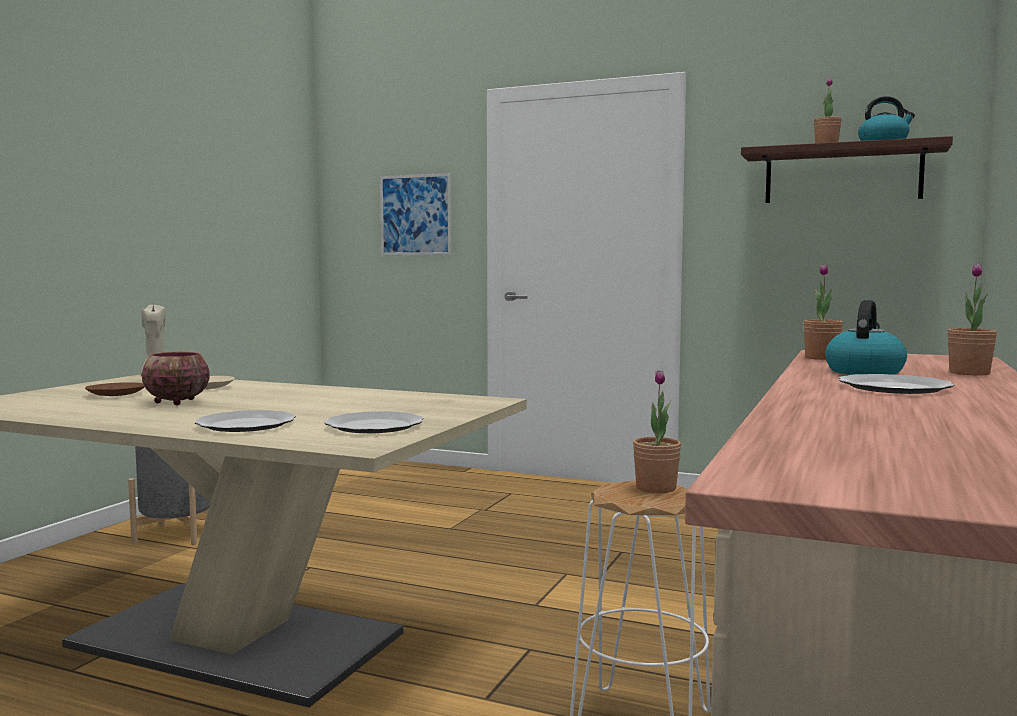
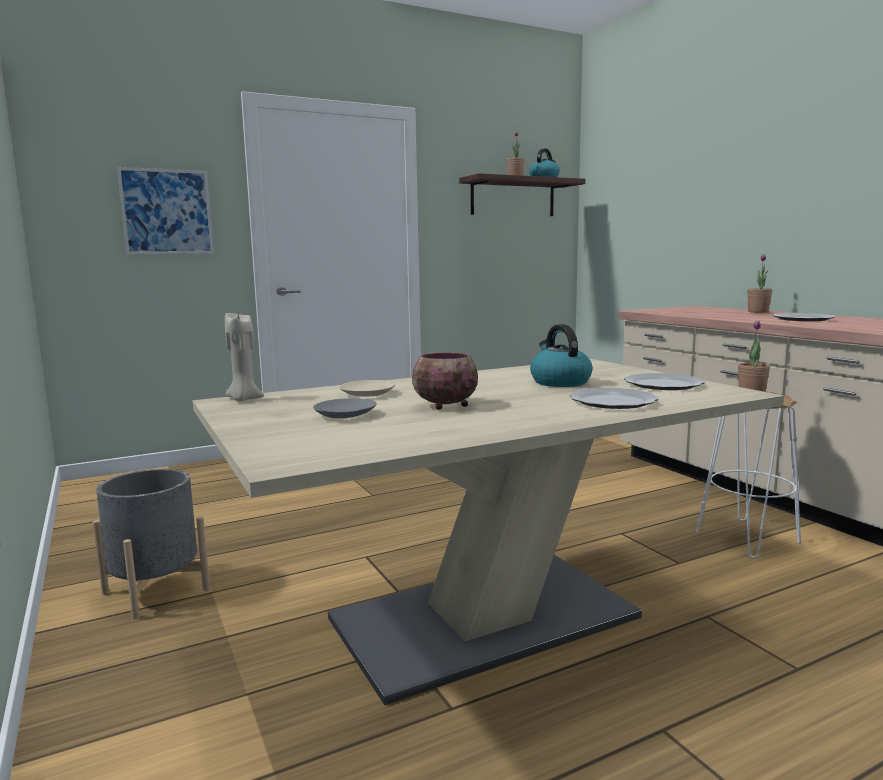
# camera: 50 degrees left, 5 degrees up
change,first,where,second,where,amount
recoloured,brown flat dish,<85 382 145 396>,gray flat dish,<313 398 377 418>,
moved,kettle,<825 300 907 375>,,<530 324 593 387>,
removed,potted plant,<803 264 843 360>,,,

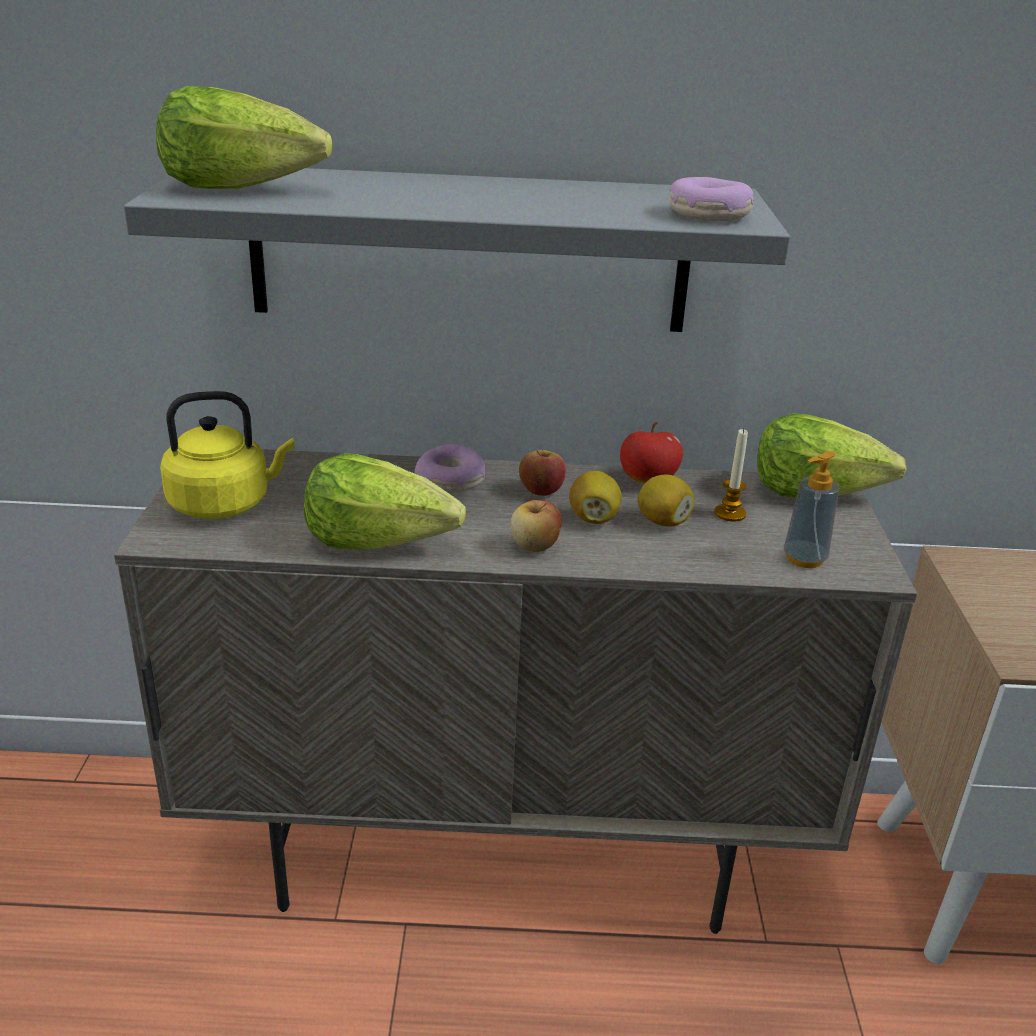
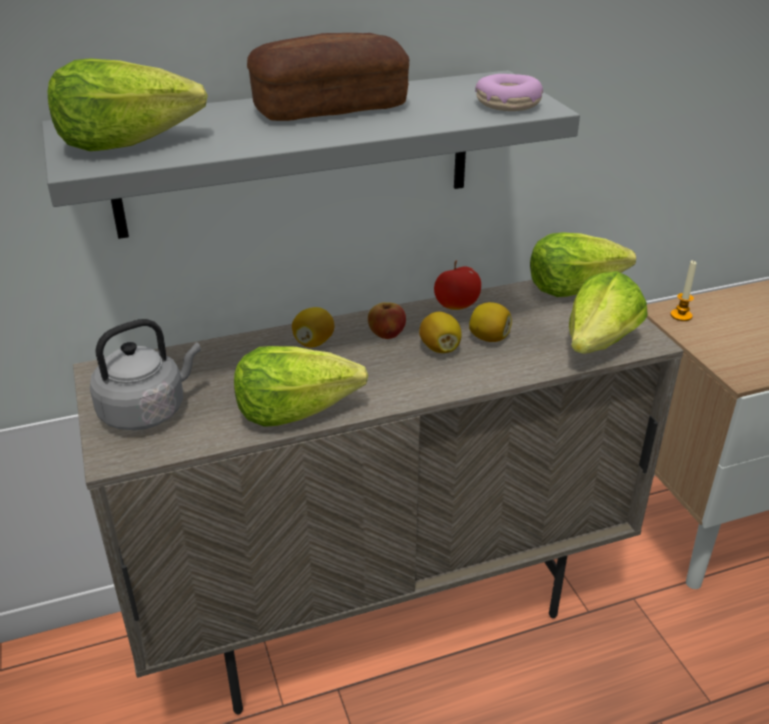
# camera: 20 degrees left, 5 degrees up
change,first,where,second,where,amount
recoloured,yellow-coloured kettle,<160 391 295 519>,gray kettle,<90 319 201 430>,
added,,,bread,<247 33 409 121>,
replaced,doughnut,<415 444 486 492>,citrus fruit,<292 307 335 348>,
replaced,soap dispenser,<784 451 840 568>,lettuce head,<569 271 648 354>,
moved,wax candle,<714 429 748 521>,,<670 260 697 321>,
removed,apple fruit,<510 500 562 552>,,,

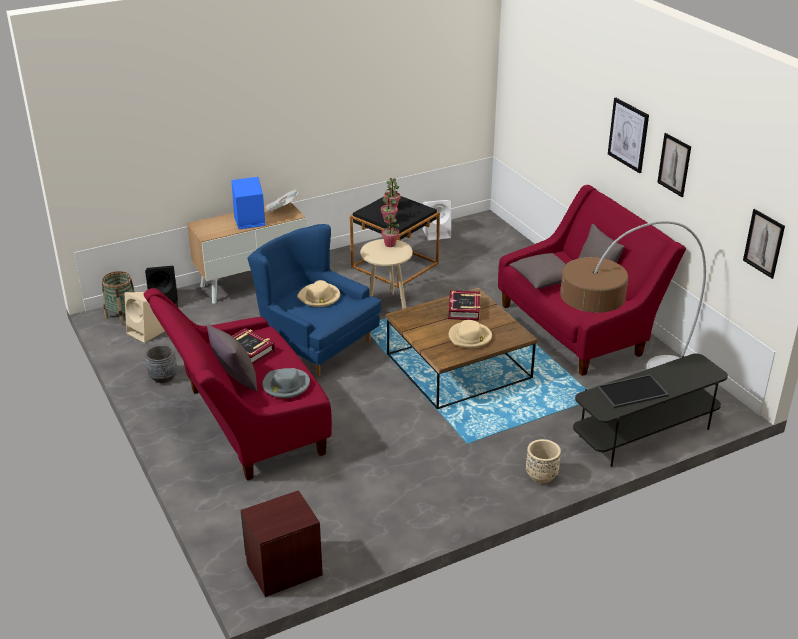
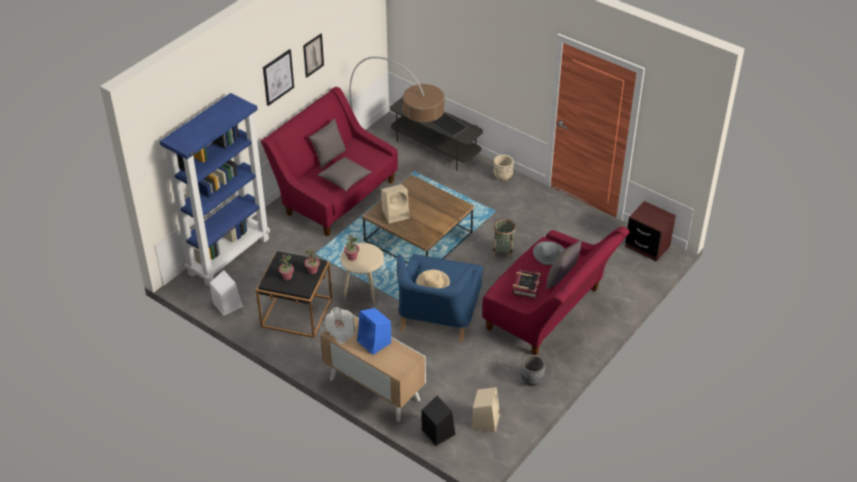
# camera: 115 degrees left, 10 degrees up
change,first,where,second,where,amount
added,,,bluish bookcase,<160 93 270 287>,
replaced,volume,<448 290 481 321>,sand-coloured loudspeaker,<381 184 409 224>,
moved,household basket,<102 271 135 326>,,<492 219 516 260>,
removed,sand-coloured wearable hat,<449 320 492 348>,,,
removed,wall art,<743 209 785 279>,,,

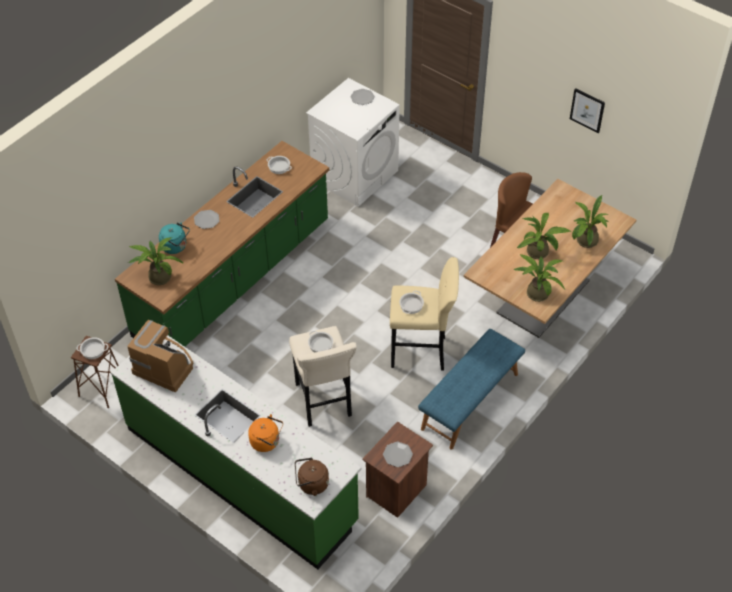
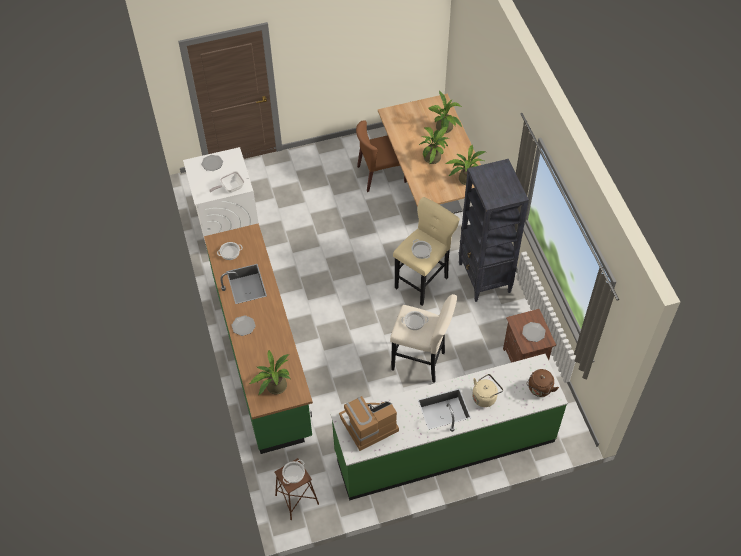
# camera: 55 degrees left, 5 degrees up
change,first,where,second,where,amount
added,,,skillet,<209 171 245 193>,
replaced,bluish indoor bench,<418 329 525 450>,black bookcase,<459 159 529 302>,
recoloured,orange-coloured kettle,<248 414 283 452>,sand-coloured kettle,<472 374 503 407>,
removed,turquoise kettle,<159 223 190 254>,,,
removed,wall art,<570 88 605 133>,,,

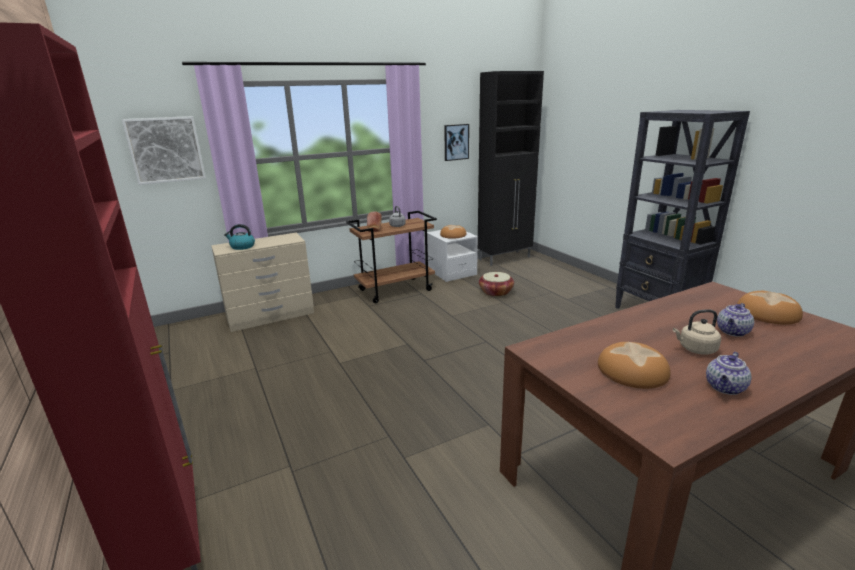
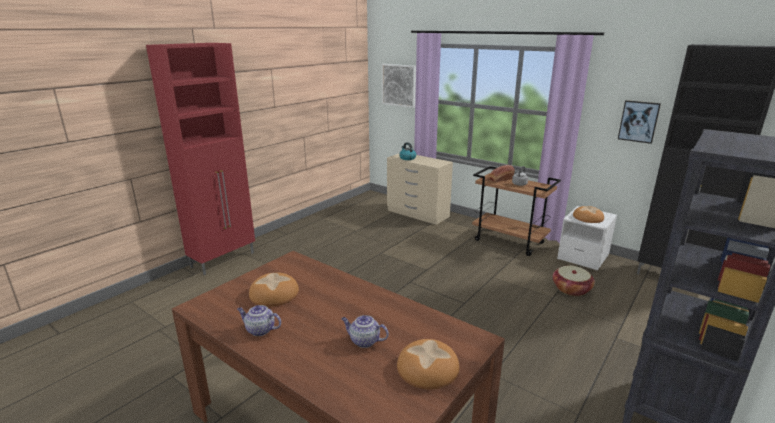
# camera: 65 degrees right, 0 degrees up
change,first,where,second,where,amount
removed,sand-coloured kettle,<673 309 721 355>,,,

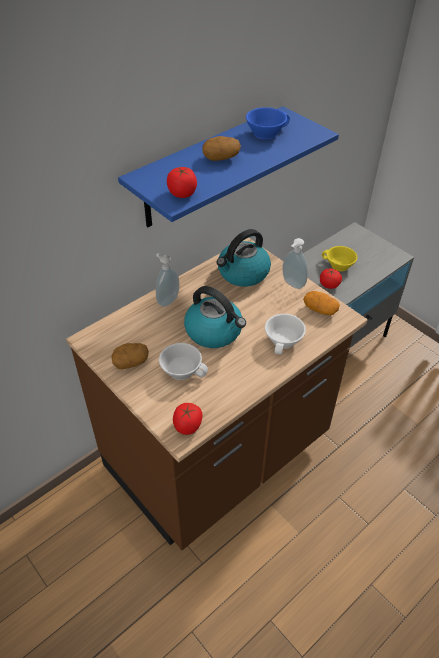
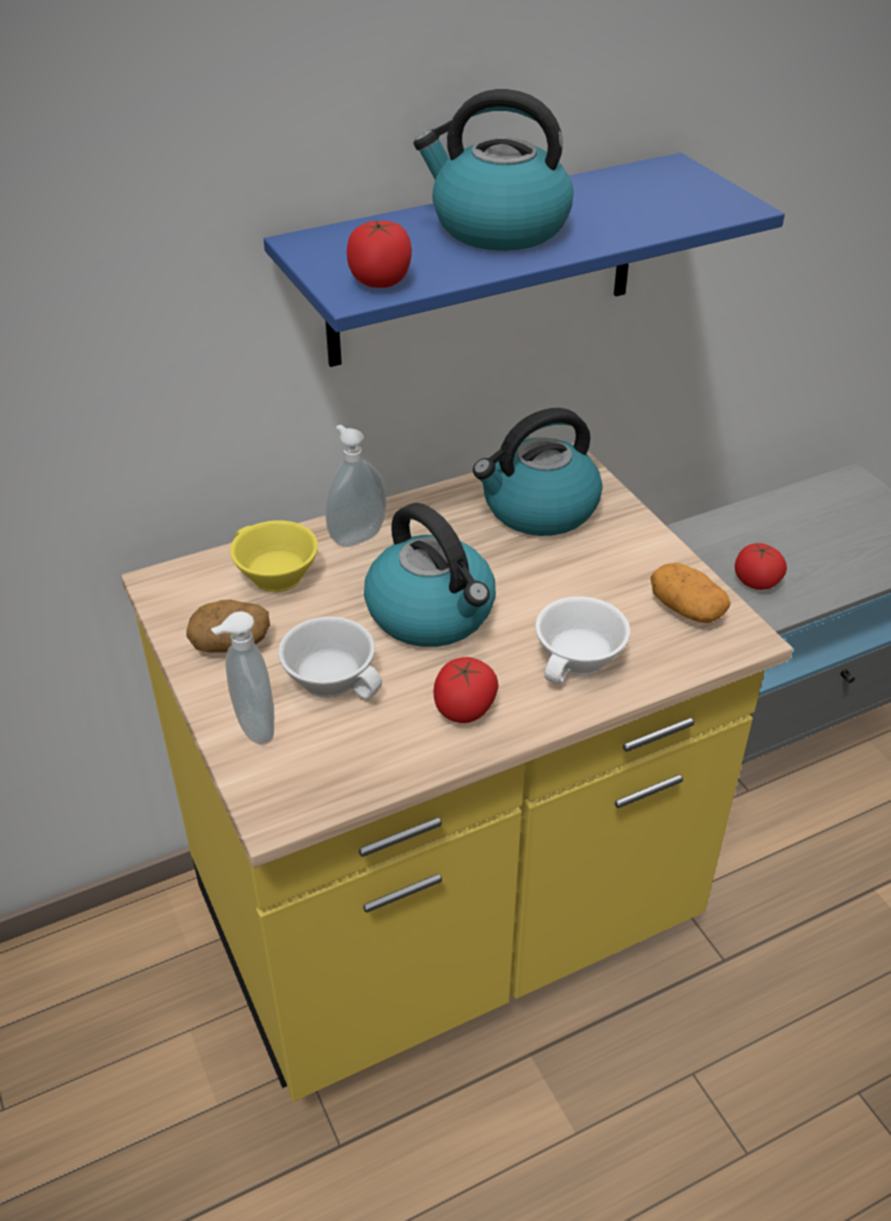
# camera: 15 degrees right, 5 degrees down
change,first,where,second,where,amount
recoloured,brown kitchen base unit,<66 238 367 550>,yellow-coloured kitchen base unit,<121 443 793 1102>,
moved,soap dispenser,<282 238 308 289>,,<211 611 274 745>,
moved,yellow-coloured drinking cup,<322 246 357 271>,,<230 520 318 592>,
replaced,spud,<202 136 241 161>,kettle,<414 89 573 251>,
moved,tomato,<173 403 202 435>,,<434 657 498 723>,
removed,bluish drinking cup,<246 107 290 140>,,,

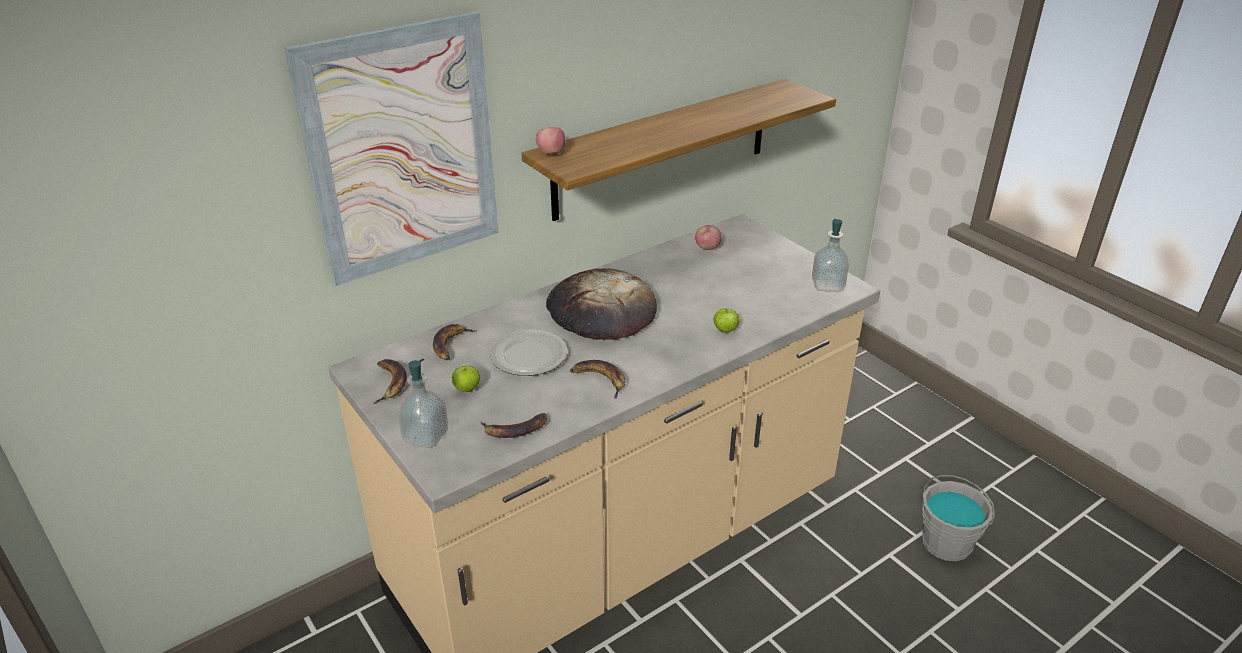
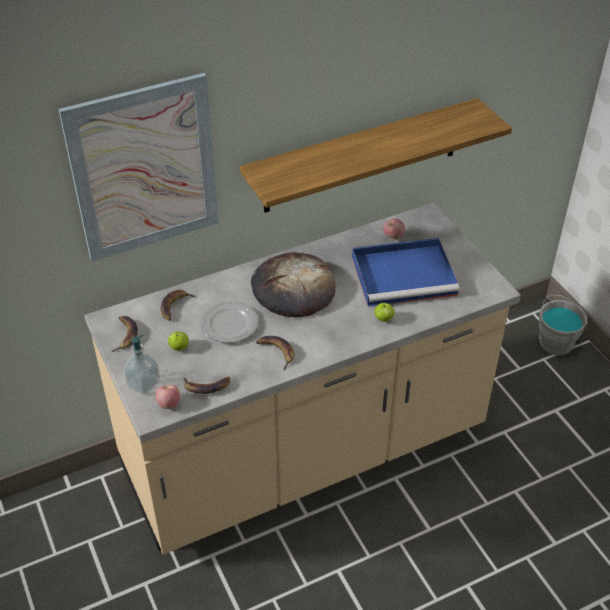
# camera: 10 degrees right, 10 degrees up
change,first,where,second,where,amount
moved,apple fruit,<536 127 566 155>,,<155 385 180 409>,
added,,,bluish carrying tray,<352 238 459 307>,
moved,gray pail,<922 475 995 561>,,<539 295 587 355>,
removed,soap dispenser,<812 219 849 291>,,,

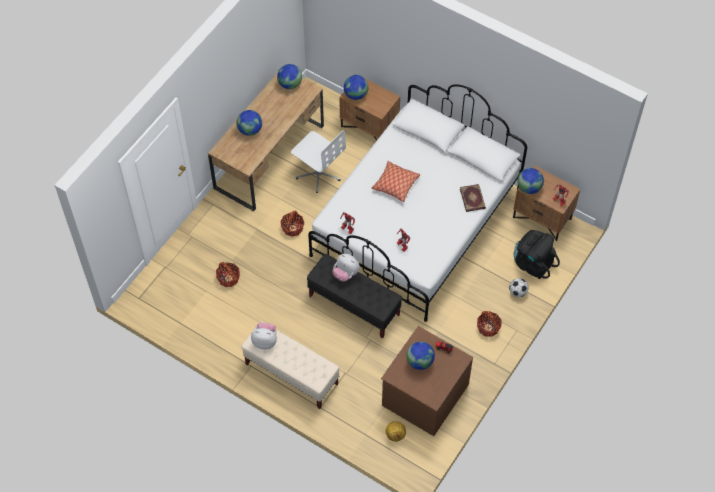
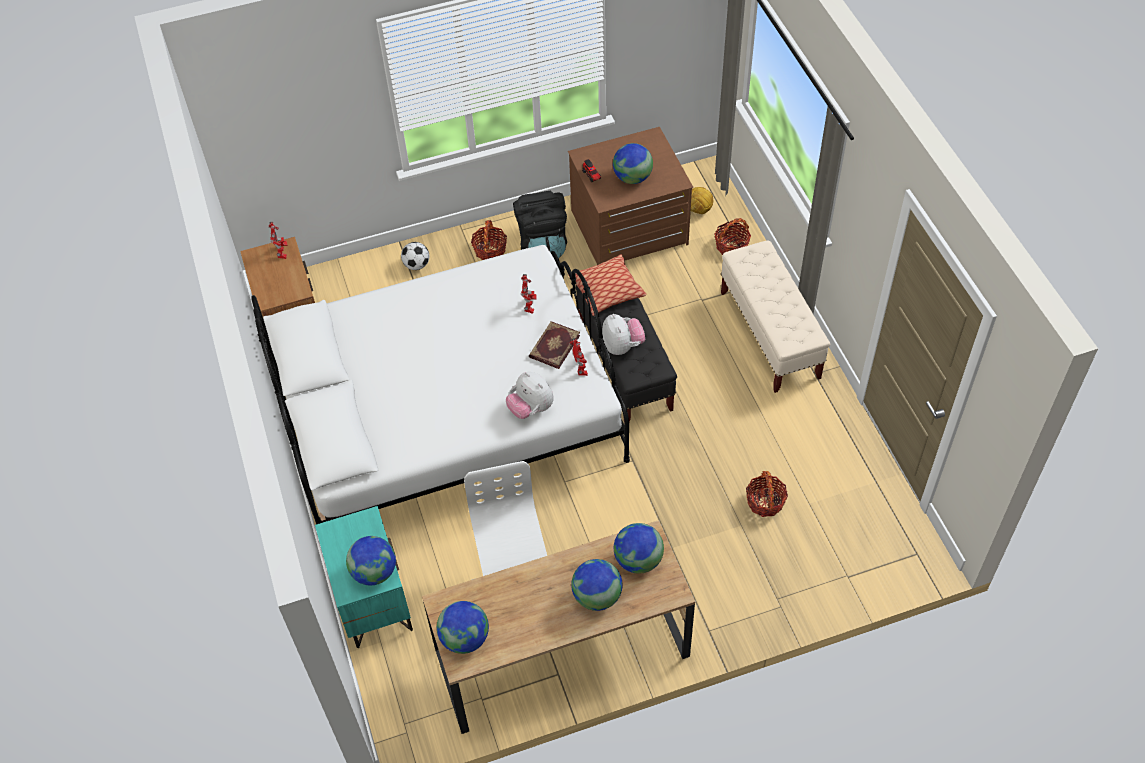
# camera: 140 degrees left, 5 degrees down
change,first,where,second,where,amount
recoloured,brown night table,<339 79 400 141>,turquoise night table,<315 506 413 648>,
moved,plush toy,<251 322 277 349>,,<506 372 554 419>,
moved,black rucksack,<514 230 560 279>,,<513 191 567 258>,
moved,volume,<460 184 486 212>,,<529 321 580 369>,
moved,pillow,<372 161 421 202>,,<569 254 646 316>,
moved,world globe,<518 168 544 194>,,<614 523 664 574>,
moved,household basket,<280 210 304 237>,,<714 218 751 255>,

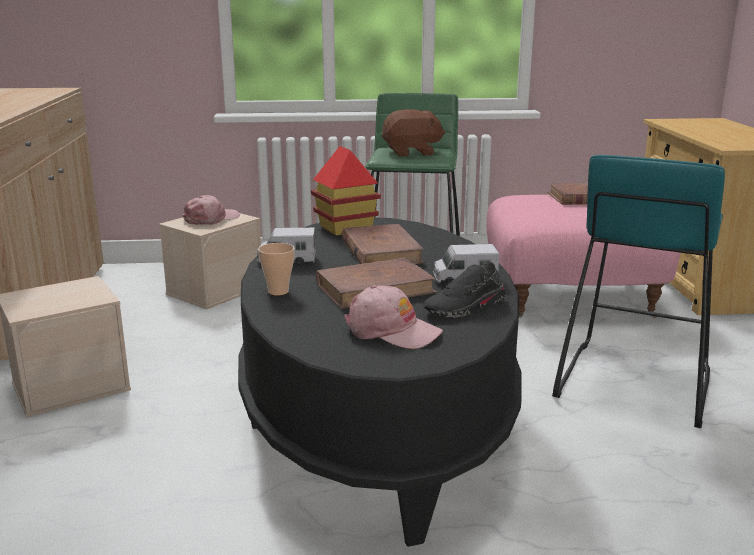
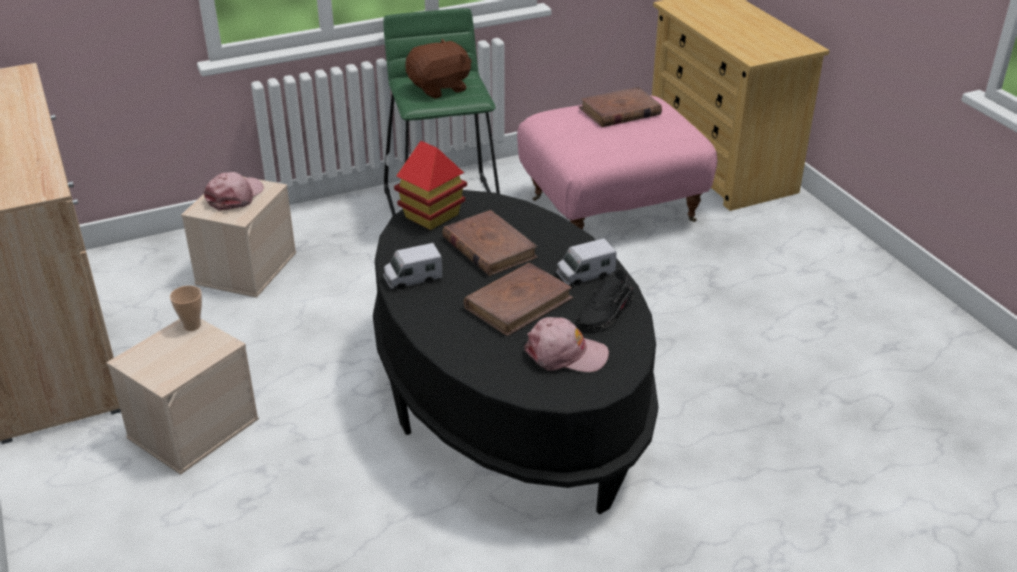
# camera: 20 degrees left, 15 degrees up
change,first,where,second,where,amount
moved,drinking cup,<258 243 295 295>,,<170 286 202 331>,
removed,turquoise sitting stool,<552 154 725 428>,,,

